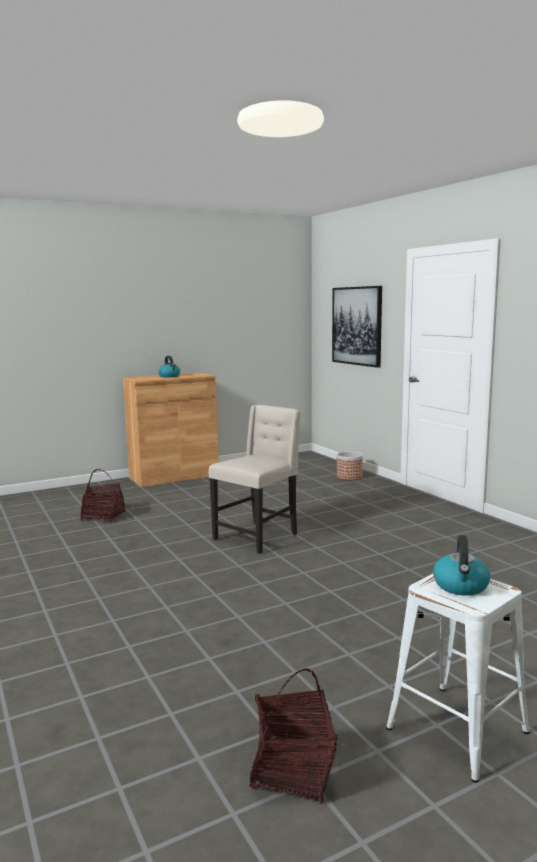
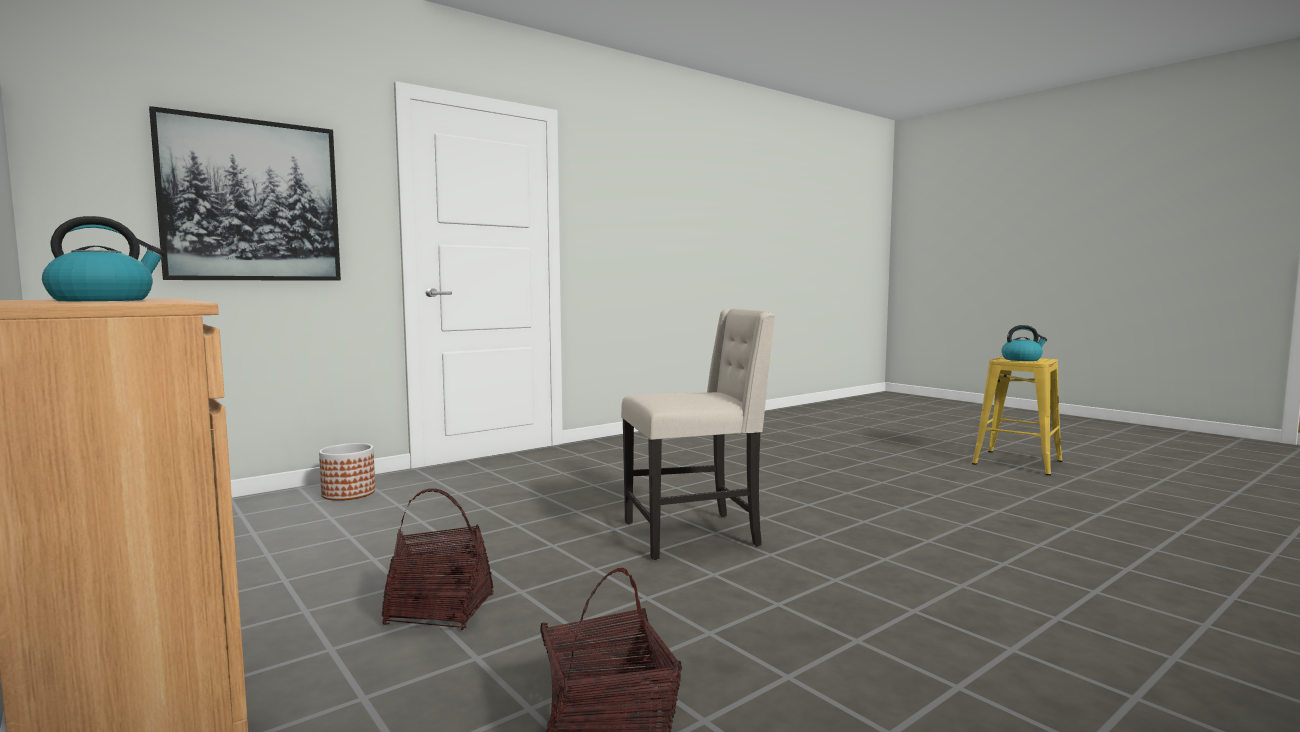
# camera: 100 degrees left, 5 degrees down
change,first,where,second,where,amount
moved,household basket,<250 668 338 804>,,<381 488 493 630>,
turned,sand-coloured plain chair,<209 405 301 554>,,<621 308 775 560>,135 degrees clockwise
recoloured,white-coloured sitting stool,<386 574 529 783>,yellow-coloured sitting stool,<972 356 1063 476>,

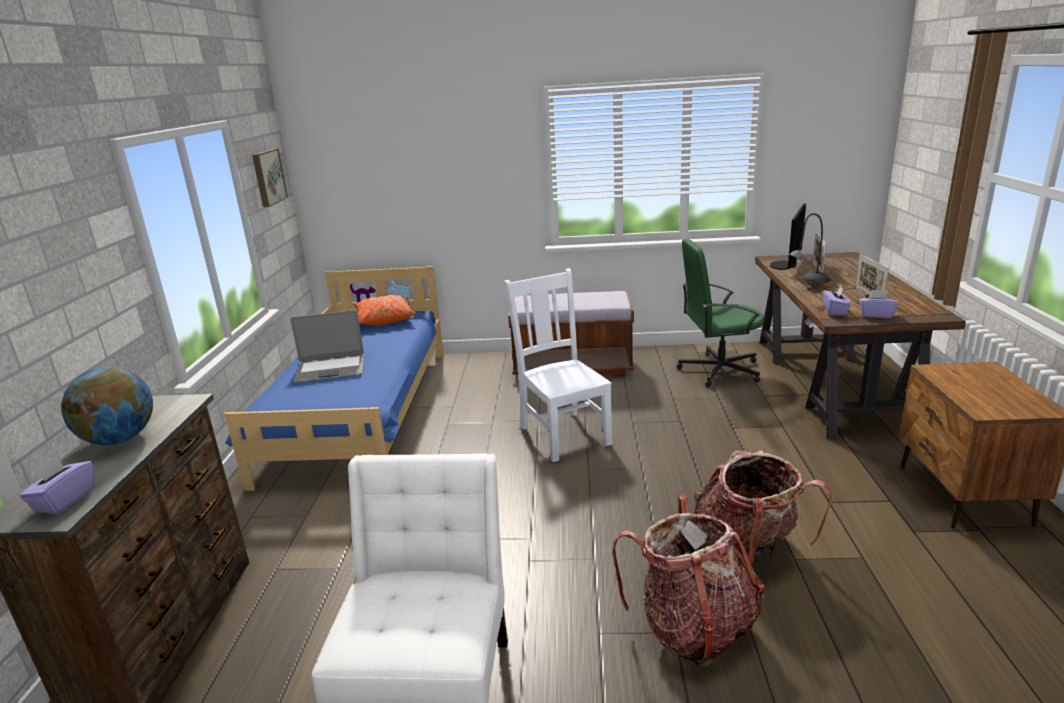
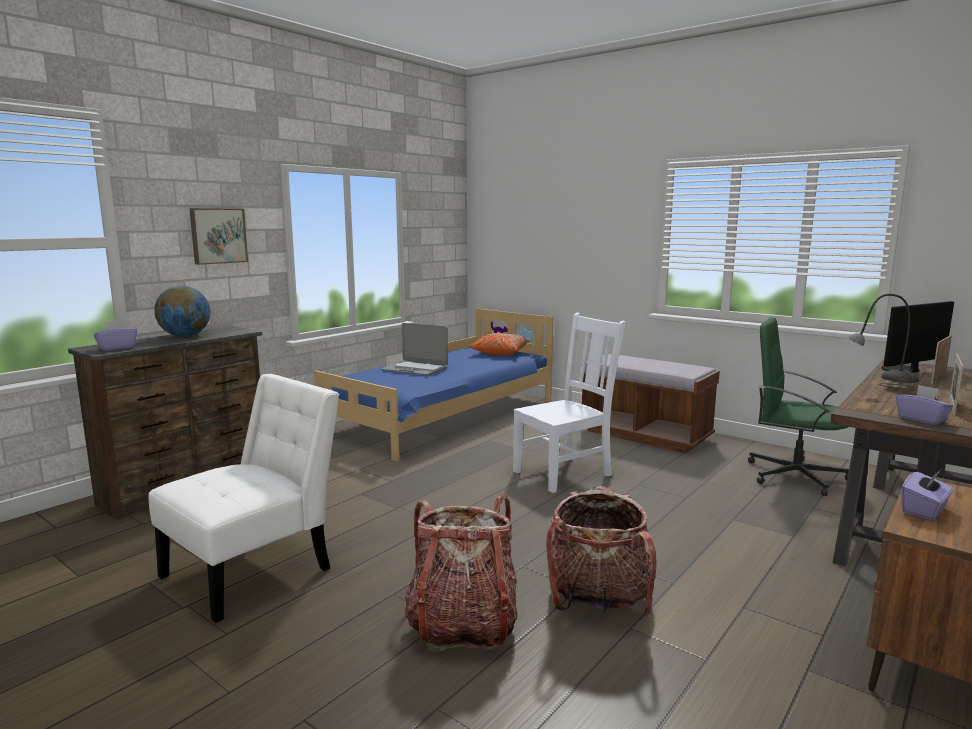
# camera: 35 degrees right, 10 degrees down
change,first,where,second,where,amount
moved,wall art,<252 149 288 207>,,<189 208 248 265>,
turned,white-coloured plain chair,<504 268 612 462>,,<513 313 626 493>,45 degrees clockwise
moved,purple-coloured tissue box,<823 286 851 315>,,<901 469 953 520>,

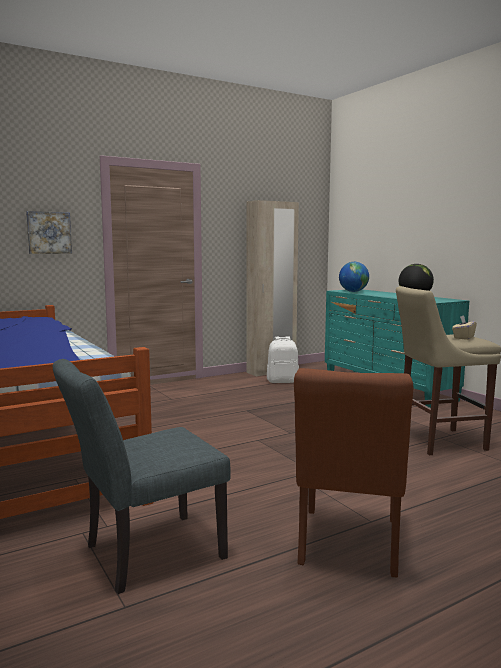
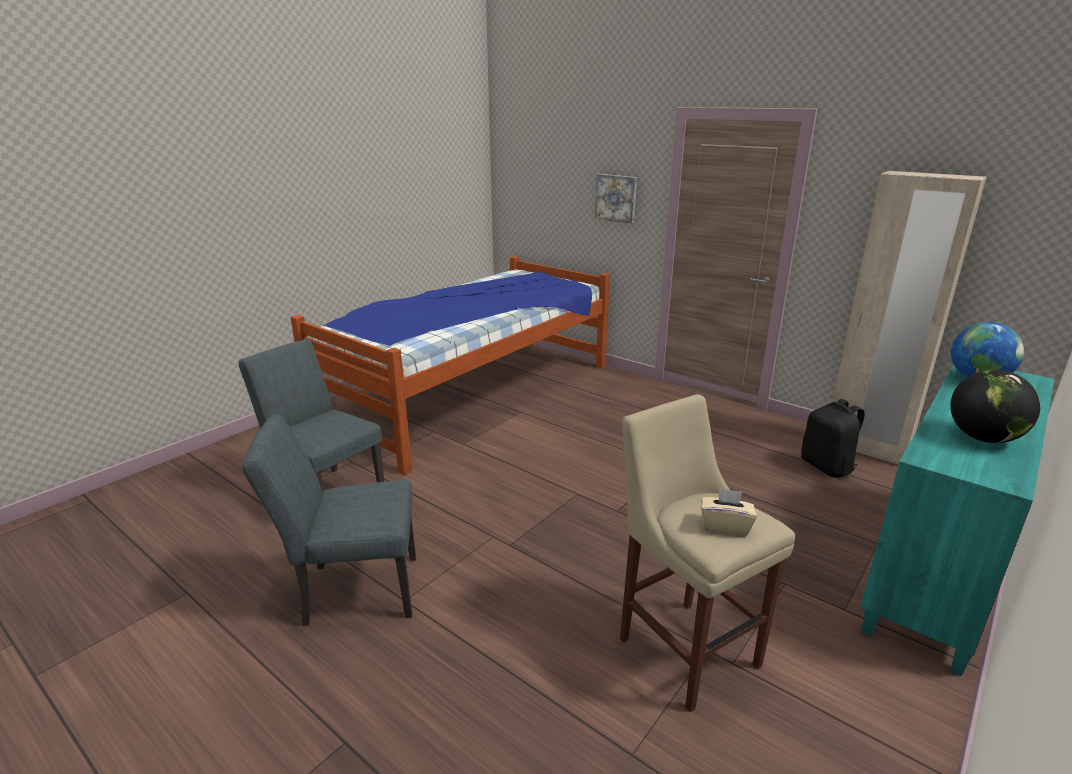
# camera: 70 degrees right, 15 degrees up
change,first,where,second,where,amount
recoloured,brown plain chair,<294 368 413 577>,gray plain chair,<242 414 416 626>,
recoloured,white-coloured rucksack,<267 337 299 383>,black rucksack,<801 399 865 478>,

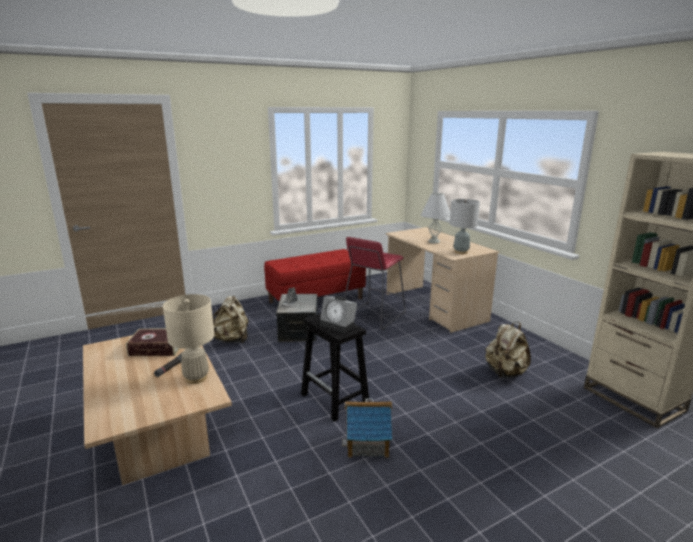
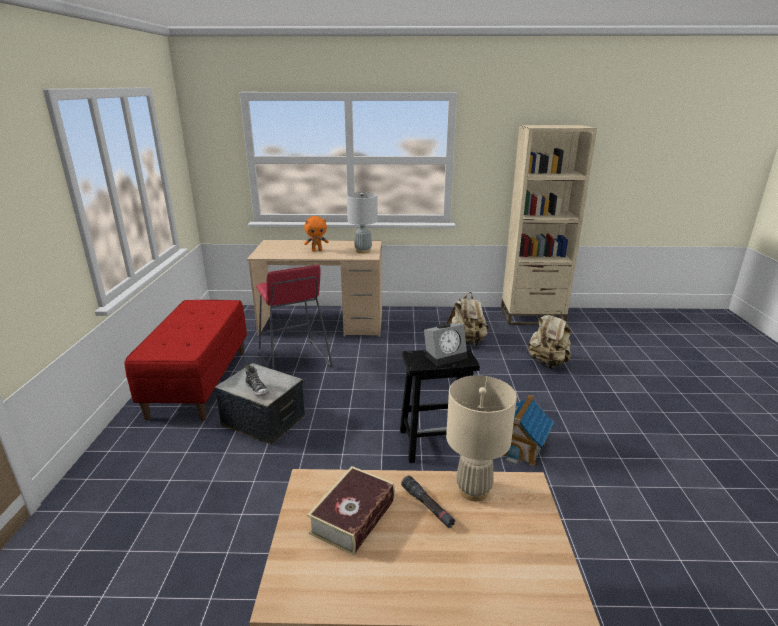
# camera: 60 degrees left, 5 degrees up
change,first,where,second,where,amount
replaced,white-coloured tabletop lamp,<421 193 450 244>,orange-coloured plush toy,<304 216 329 252>,
moved,sand-coloured rucksack,<213 296 248 343>,,<528 311 571 369>,

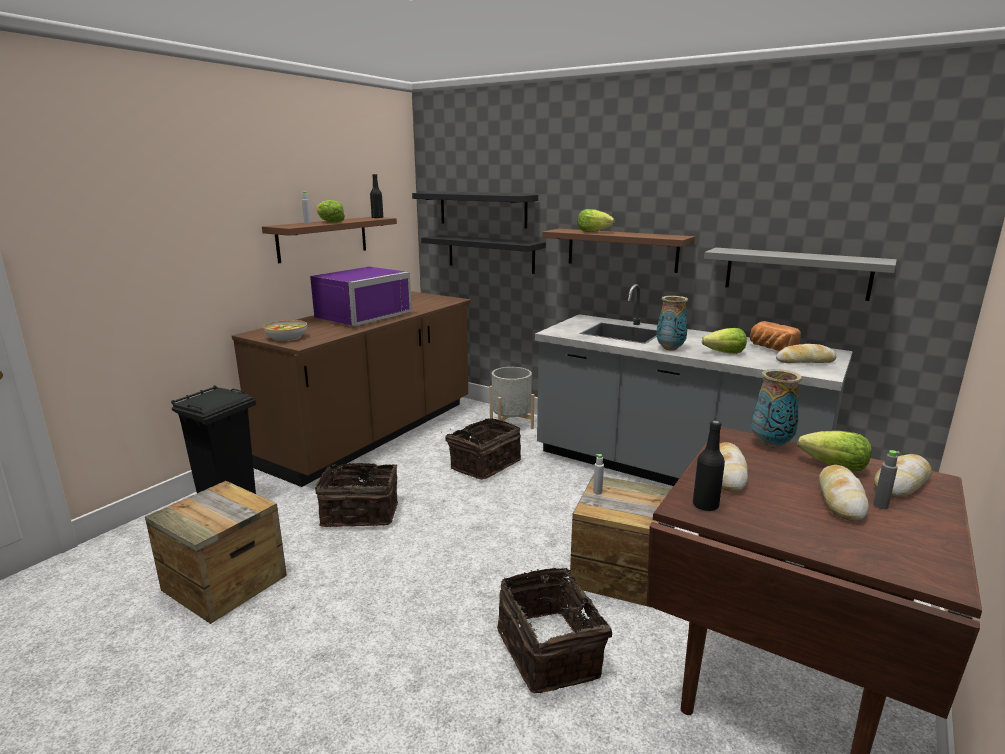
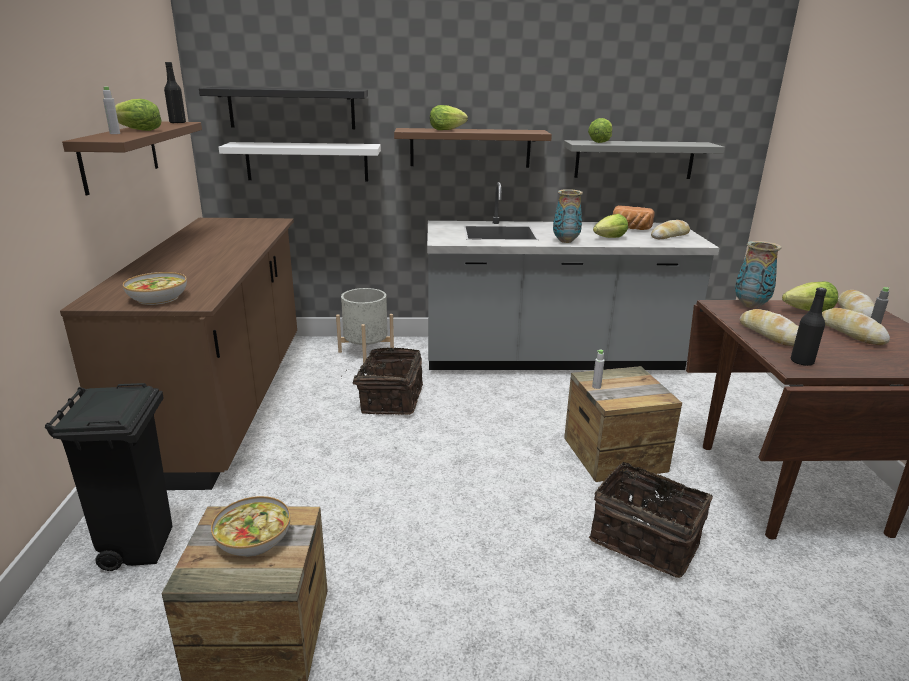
# camera: 35 degrees left, 5 degrees up
change,first,where,second,where,amount
added,,,bowl,<211 496 290 557>,
recoloured,black wall shelf,<421 235 546 274>,white-coloured wall shelf,<219 142 381 181>,
added,,,lettuce head,<588 118 612 143>,
removed,purple-coloured microwave,<310 267 412 326>,,,
removed,household basket,<315 460 398 527>,,,

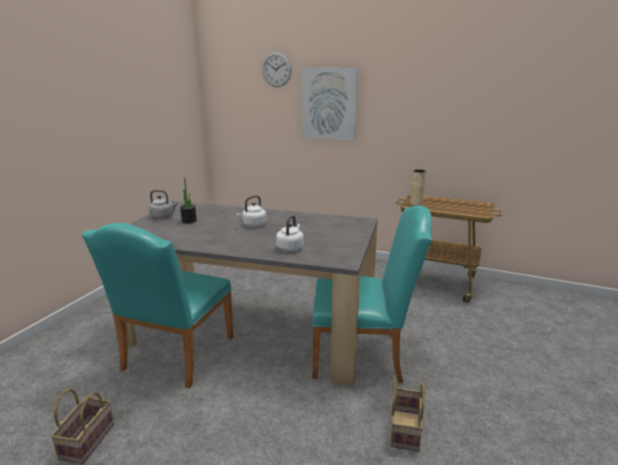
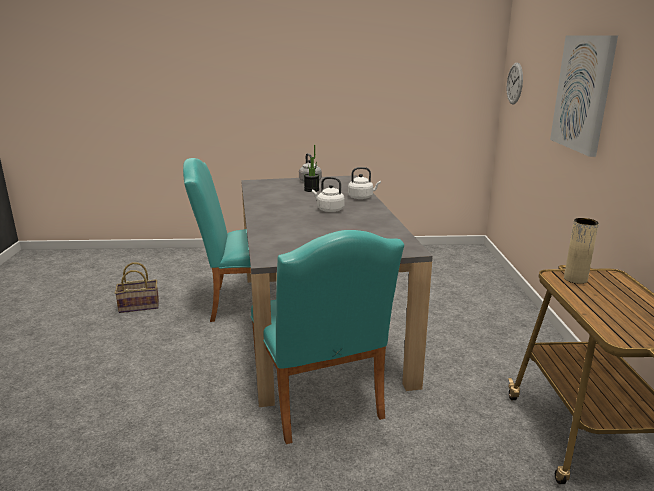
# camera: 65 degrees right, 0 degrees up
change,first,where,second,where,amount
moved,white-coloured kettle,<276 215 304 251>,,<348 167 381 199>,
moved,wall clock,<262 52 292 87>,,<507 62 523 104>,
removed,household basket,<390 379 425 452>,,,

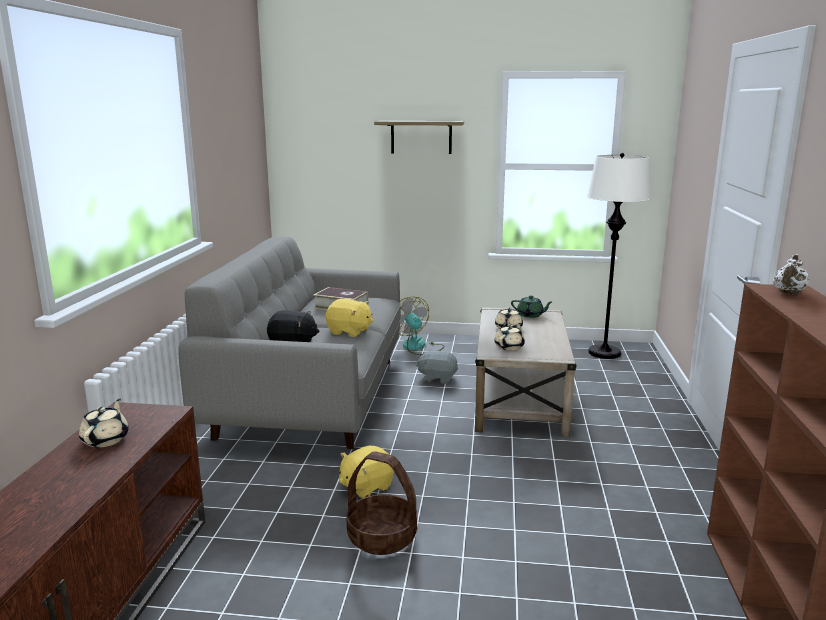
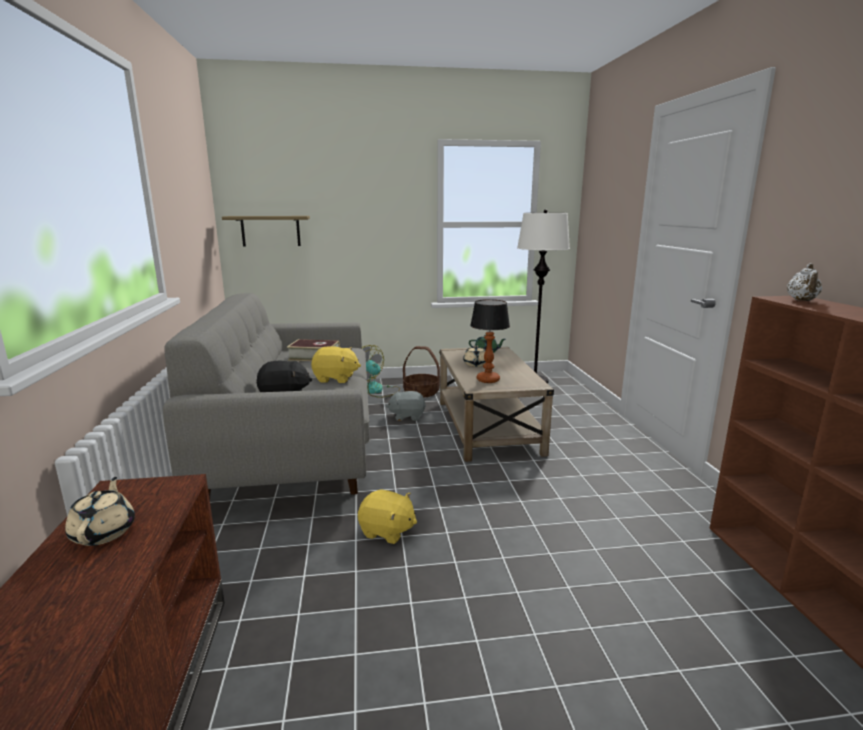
# camera: 15 degrees left, 0 degrees up
change,first,where,second,where,amount
moved,wall shelf,<374 121 464 154>,,<222 216 310 247>,
turned,yellow-coloured plush toy,<339 446 394 499>,,<358 489 417 544>,105 degrees counterclockwise
moved,household basket,<346 451 417 555>,,<403 346 440 398>,
replaced,sand-coloured teapot,<495 323 525 350>,tabletop lamp,<470 299 510 383>,

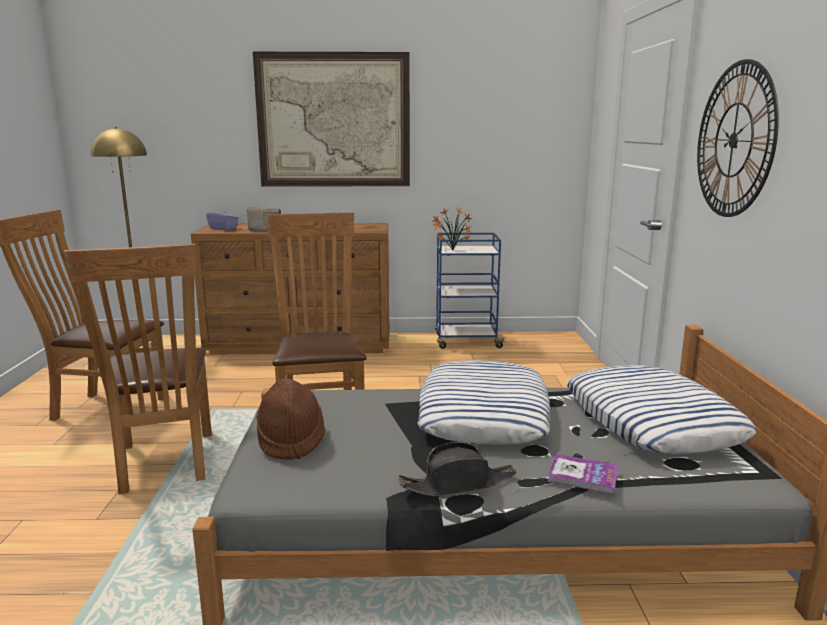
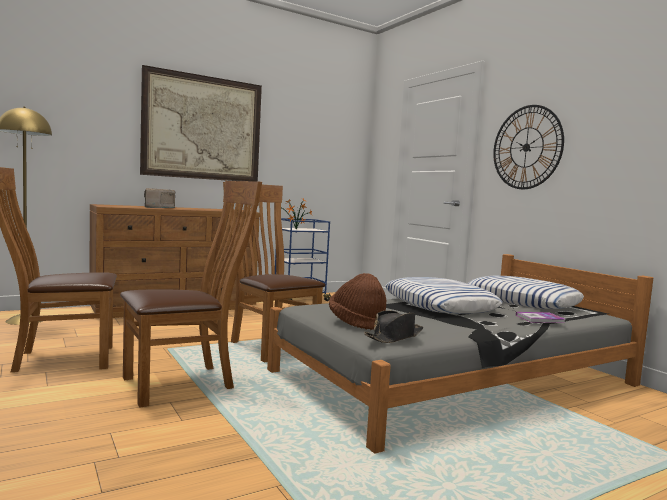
# camera: 30 degrees left, 10 degrees down
change,first,where,second,where,amount
turned,brown plain chair,<63 244 212 495>,,<120 181 262 408>,75 degrees counterclockwise
moved,black wearable hat,<398 442 516 496>,,<364 311 423 343>,
removed,purple-coloured tissue box,<206 206 239 230>,,,

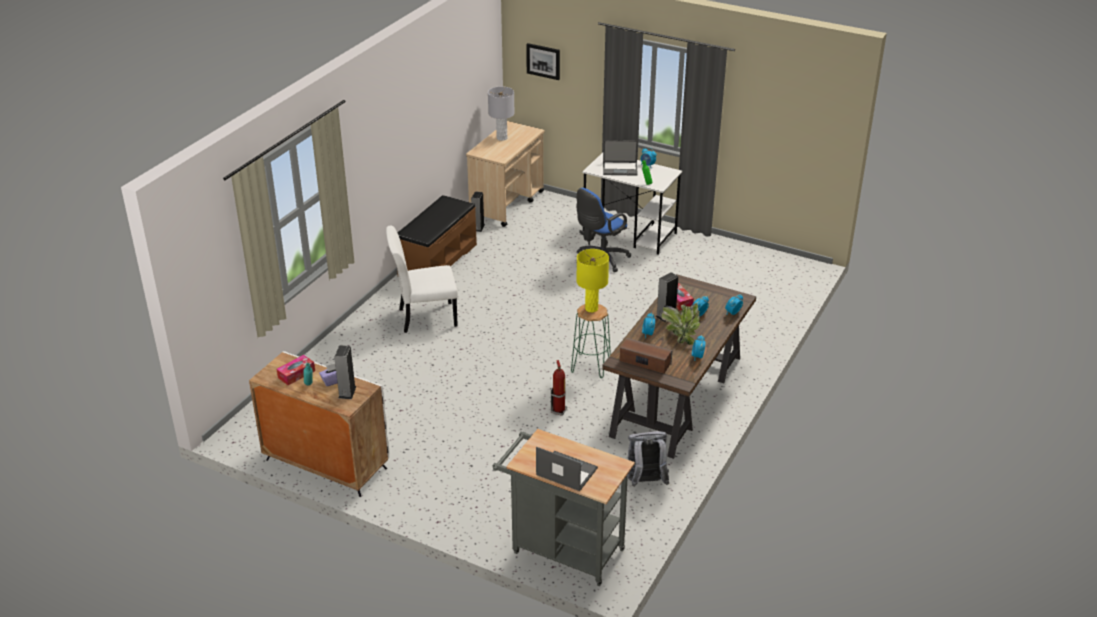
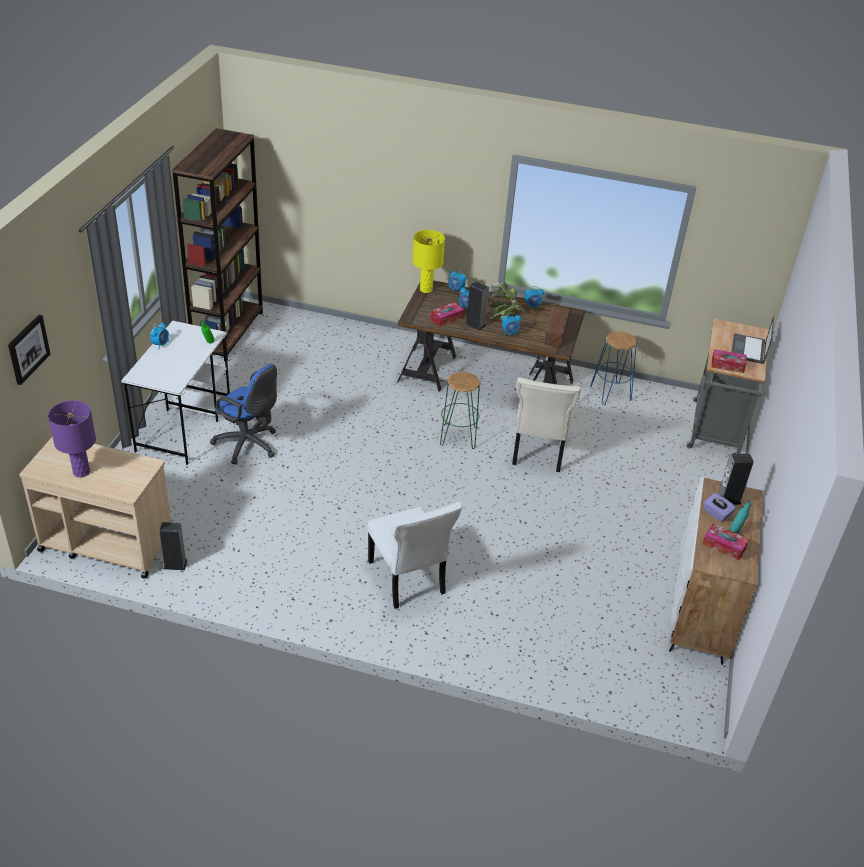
# camera: 105 degrees left, 5 degrees up
change,first,where,second,where,amount
recoloured,gray tabletop lamp,<488 86 515 141>,purple-coloured tabletop lamp,<48 400 96 478>,
added,,,brown bookcase,<172 128 263 361>,
moved,yellow-coloured tabletop lamp,<576 249 609 312>,,<412 230 445 293>,
replaced,extinguisher,<551 360 567 416>,sand-coloured plain chair,<512 377 581 472>,
replaced,gray rucksack,<627 431 669 487>,bluish sitting stool,<590 331 637 405>,
added,,,tissue box,<712 349 746 373>,
removed,brown indoor bench,<397 195 477 274>,,,
removed,notebook computer,<603 140 638 176>,,,

